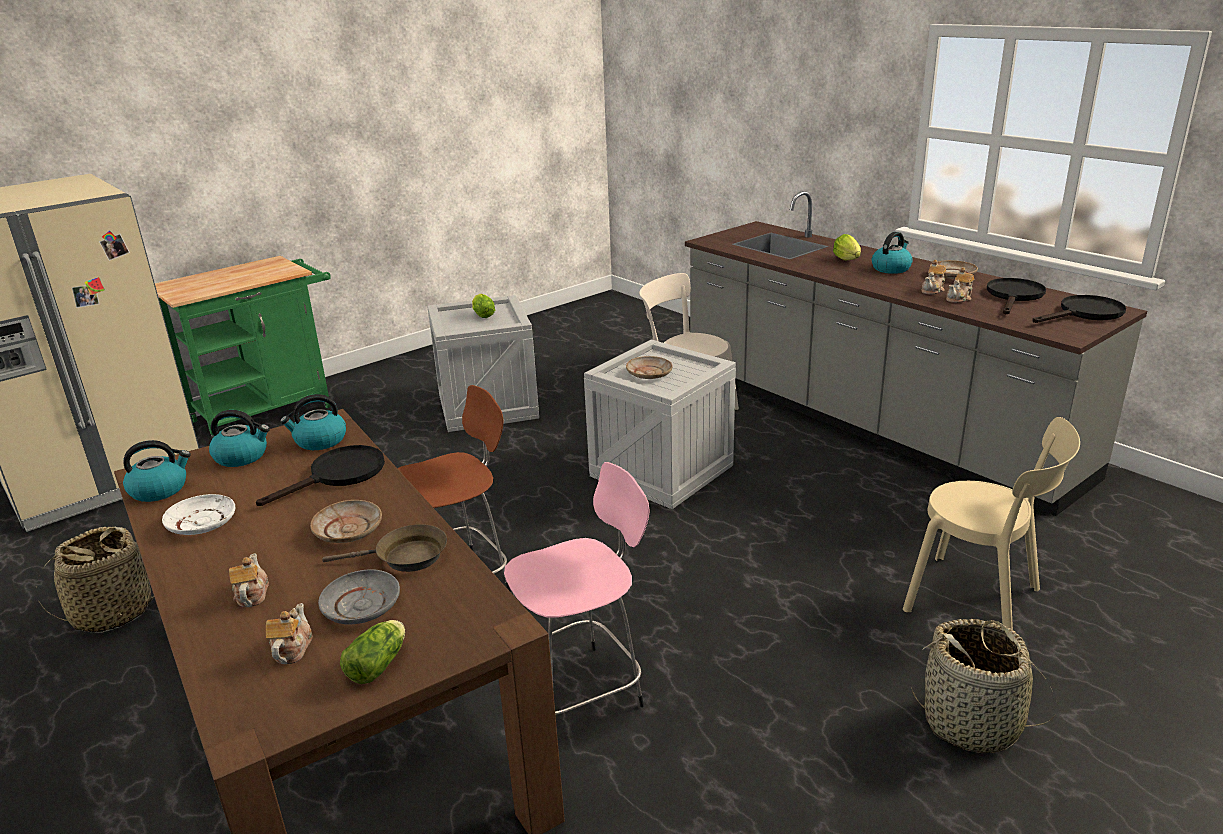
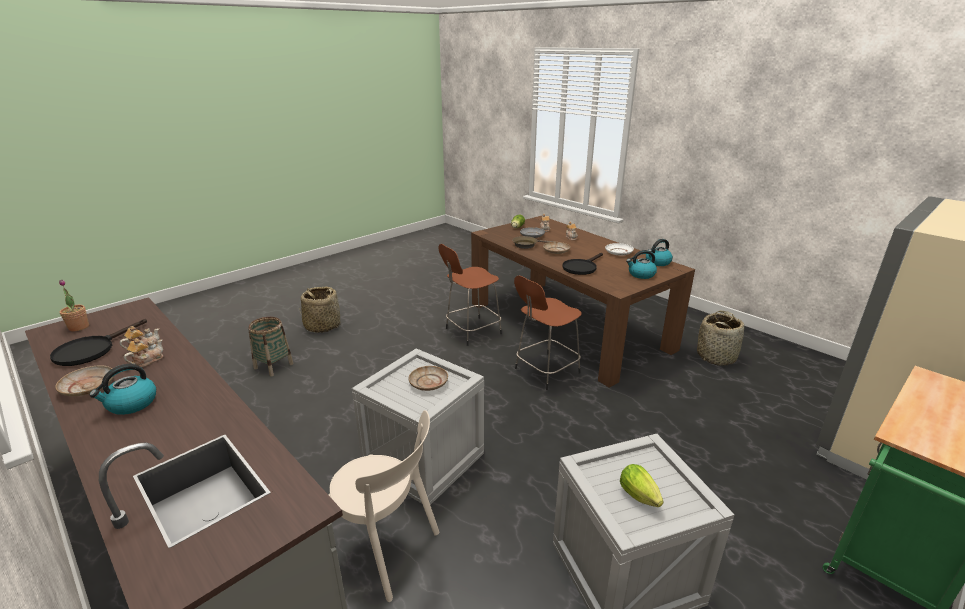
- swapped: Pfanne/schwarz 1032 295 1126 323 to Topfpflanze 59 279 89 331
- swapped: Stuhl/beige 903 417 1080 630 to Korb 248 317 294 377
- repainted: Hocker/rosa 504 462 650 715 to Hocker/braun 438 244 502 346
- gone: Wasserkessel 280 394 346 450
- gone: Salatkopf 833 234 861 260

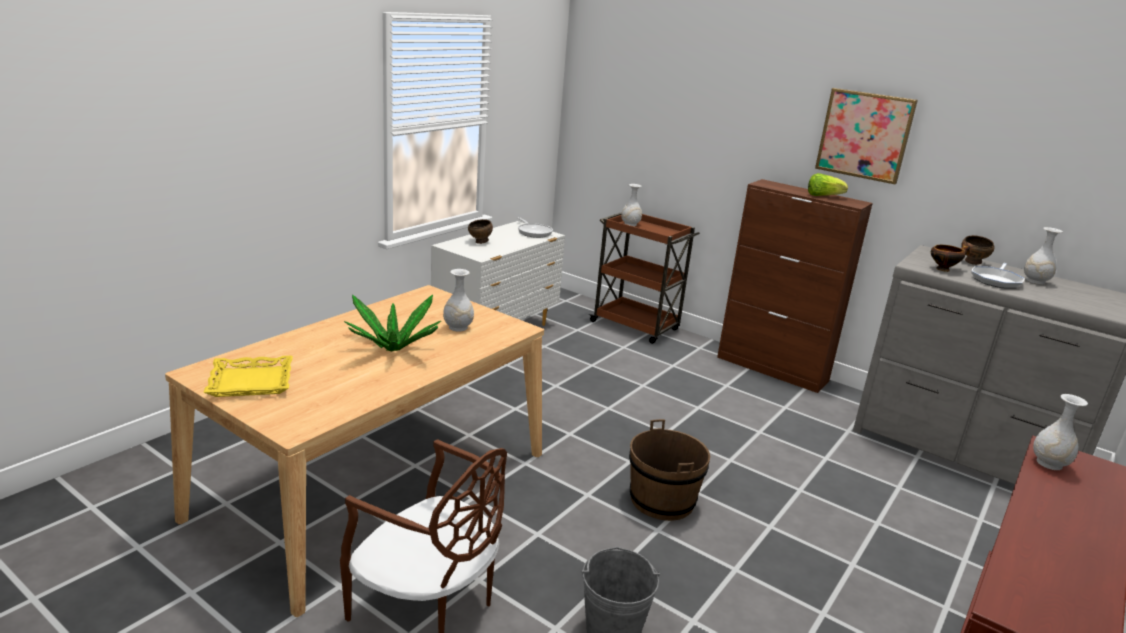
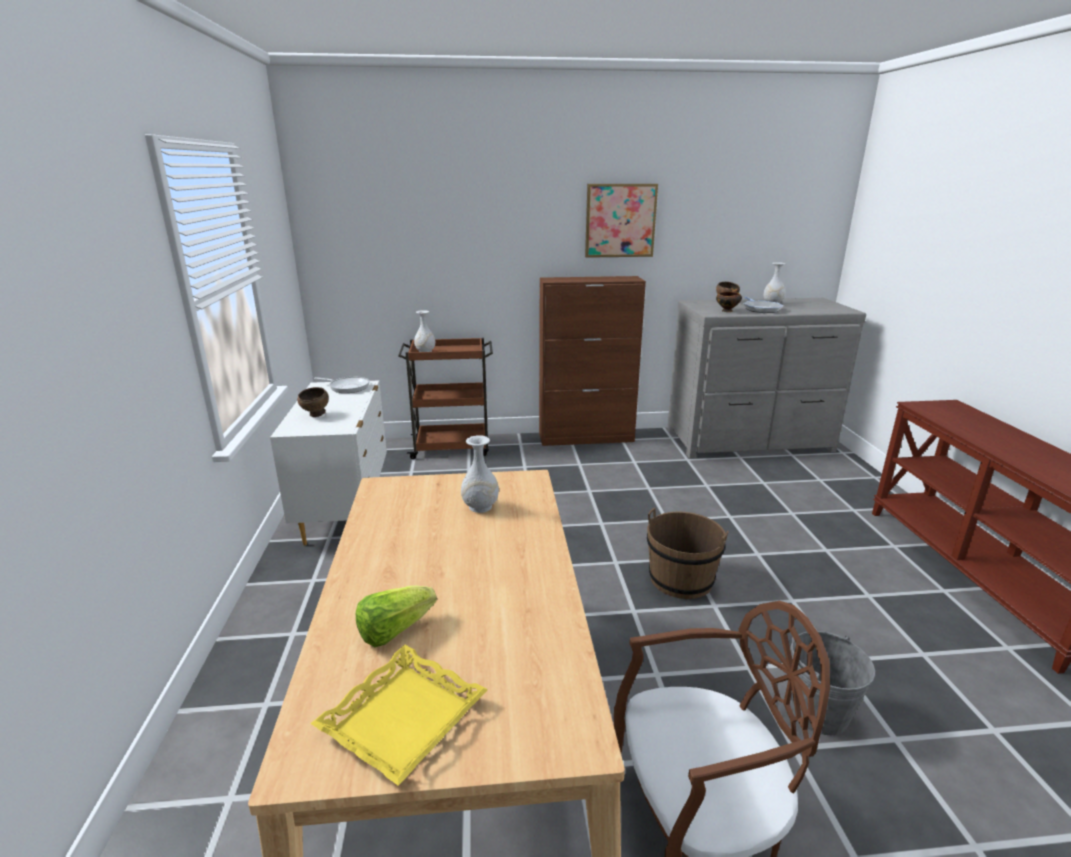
- shifted: Salatkopf 808 173 848 196 to 356 585 437 647
- gone: Topfpflanze 344 294 441 351
- gone: Vase/weiß 1033 394 1088 470

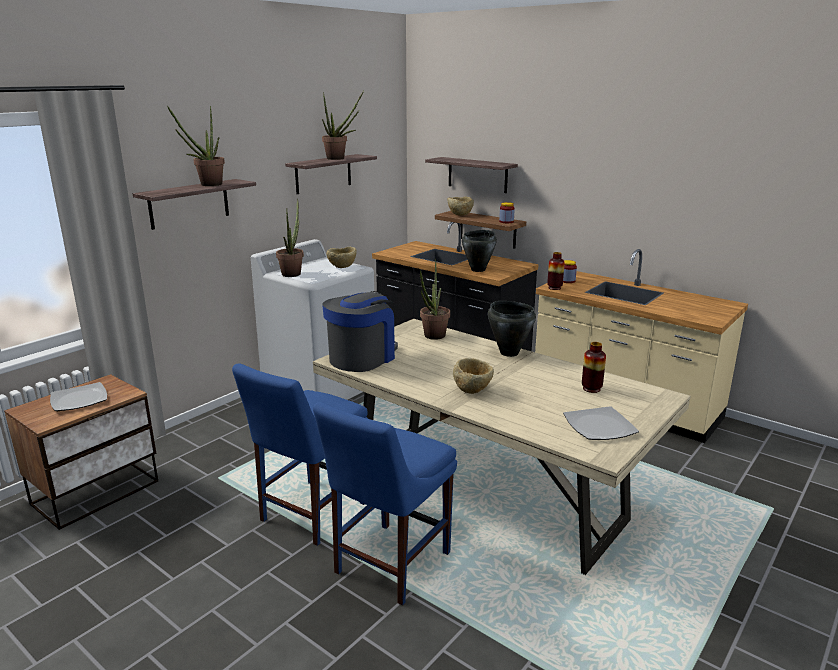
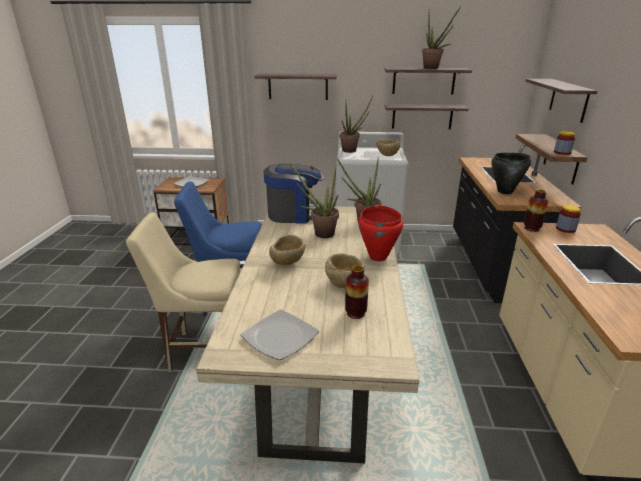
- repainted: Stuhl/blau 313 402 457 606 to Stuhl/beige 126 212 240 372
- shifted: Topfpflanze 167 106 225 186 to 289 162 339 238
- shifted: Schüssel/beige 447 197 474 216 to 325 253 365 288
- repainted: Kochtopf/schwarz 488 301 536 357 to Kochtopf/rot 358 205 403 261
- new: Wandregal 384 104 469 129

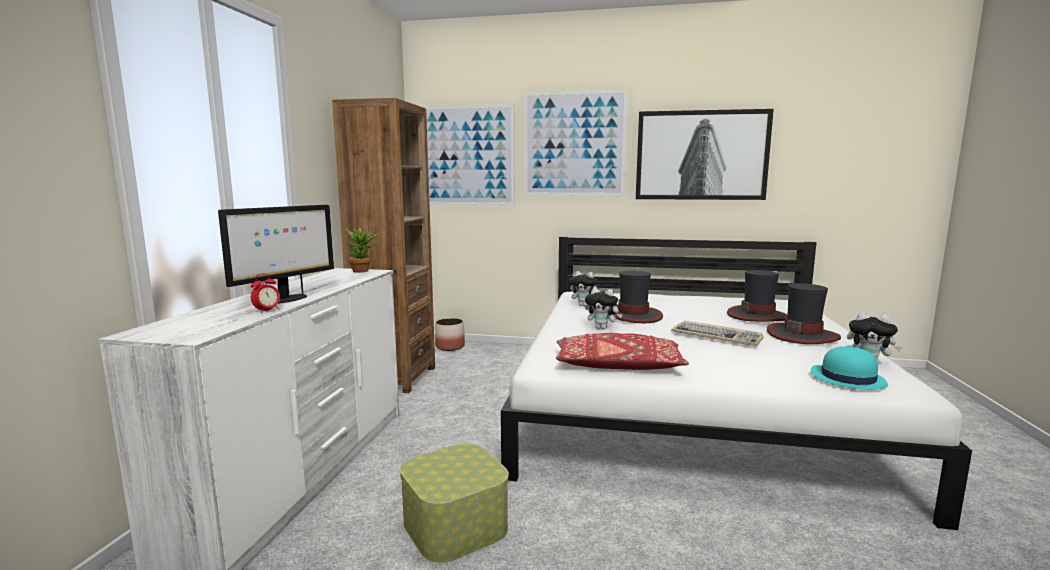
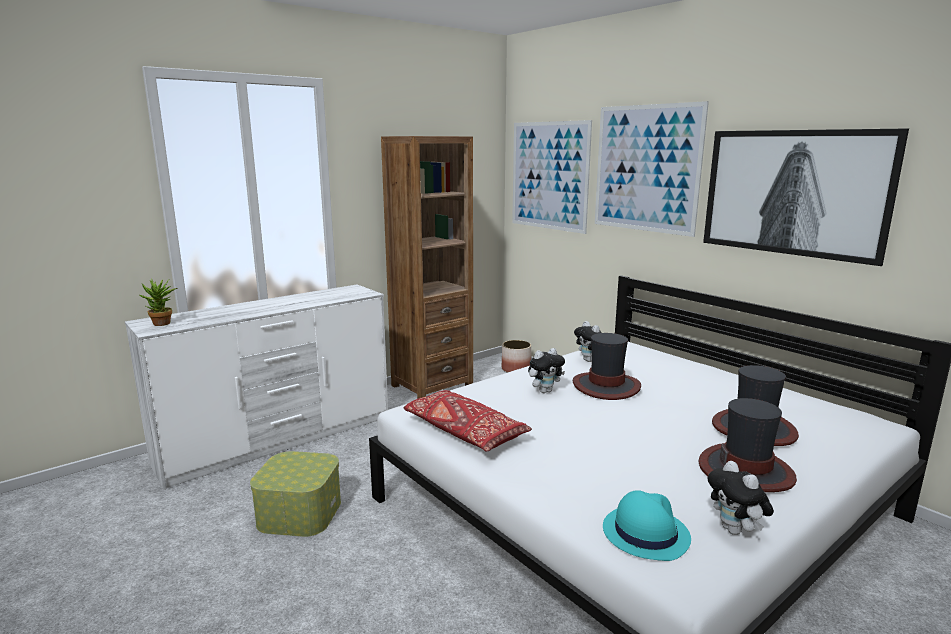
- shifted: Topfpflanze 346 228 379 273 to 140 279 177 326
- rotated: Plüschtier 585 288 623 329 = 528 348 565 393 90 degrees counterclockwise
- gone: Monitor 218 205 334 304
- gone: Wecker 251 273 280 313
- gone: Tastatur 671 321 764 346

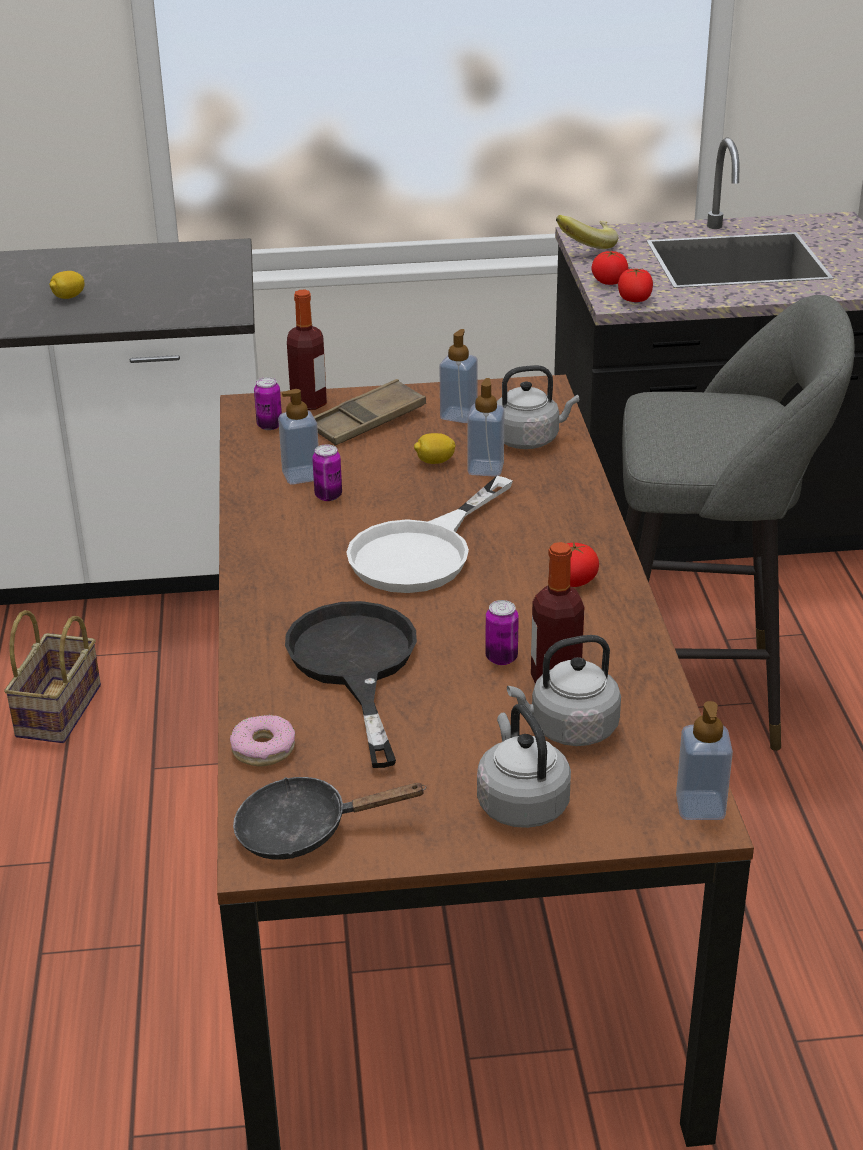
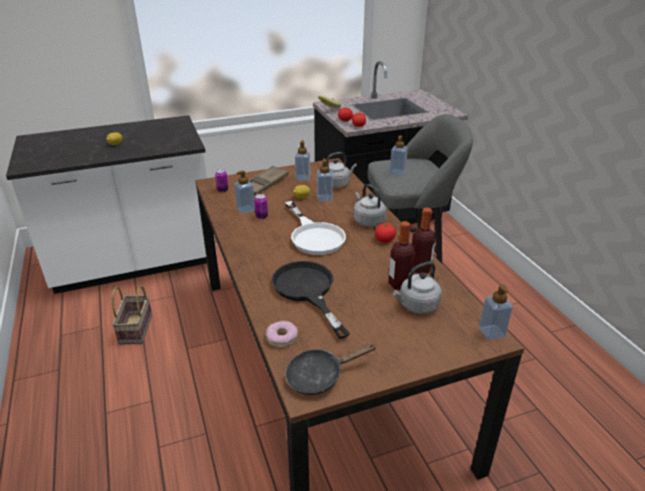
- rotated: Pfanne/weiß 346 476 513 593 = 285 201 346 255 45 degrees counterclockwise
- shifted: Wasserkessel/grau 477 704 571 828 to 354 184 386 227
- new: Seifenspender 390 135 408 176
- shifted: Flasche 287 290 327 410 to 412 208 436 274
- gone: Dose 485 600 519 665

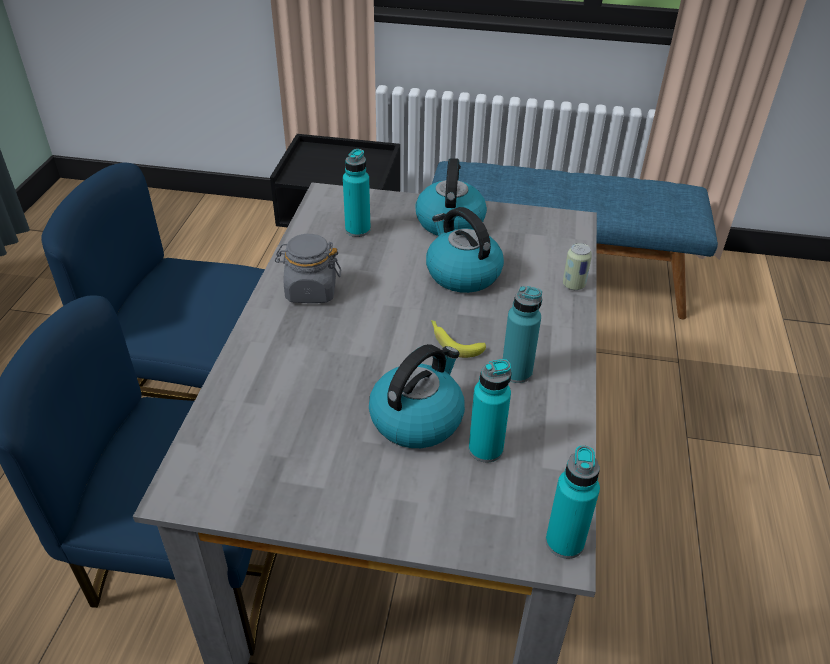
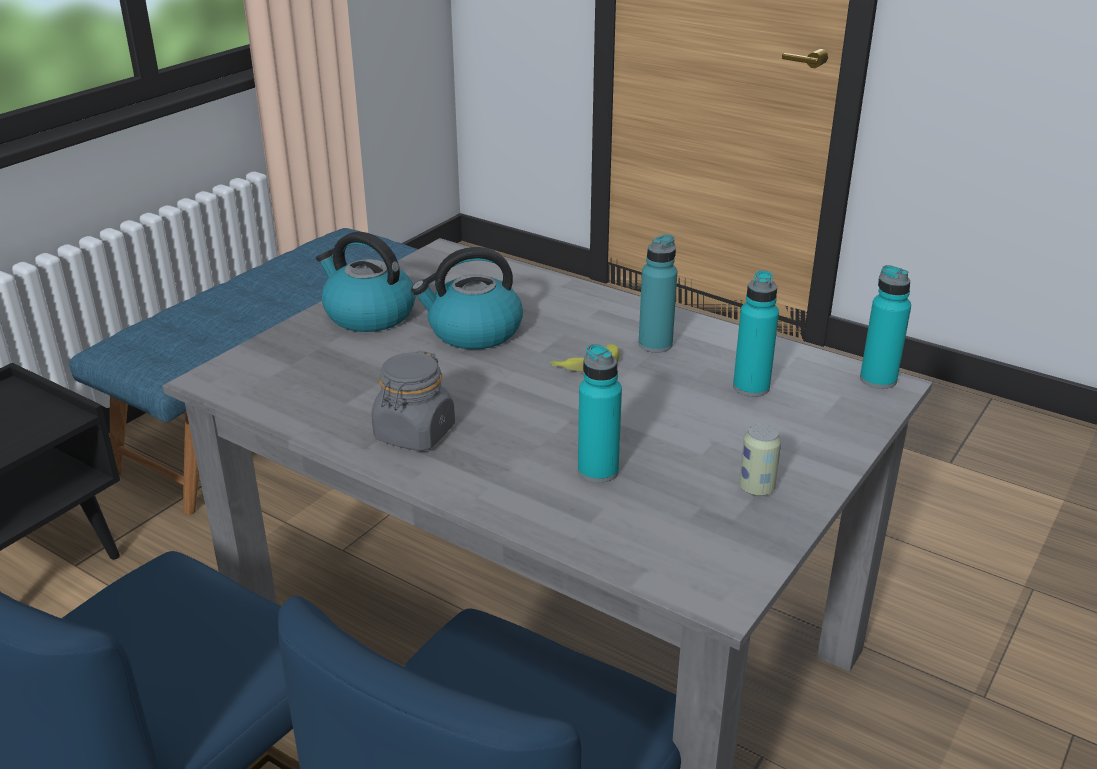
- shifted: Flasche/türkis 343 149 371 237 to 578 344 622 483
- shifted: Dose 563 243 592 290 to 739 424 781 496
- gone: Wasserkessel 369 344 465 448

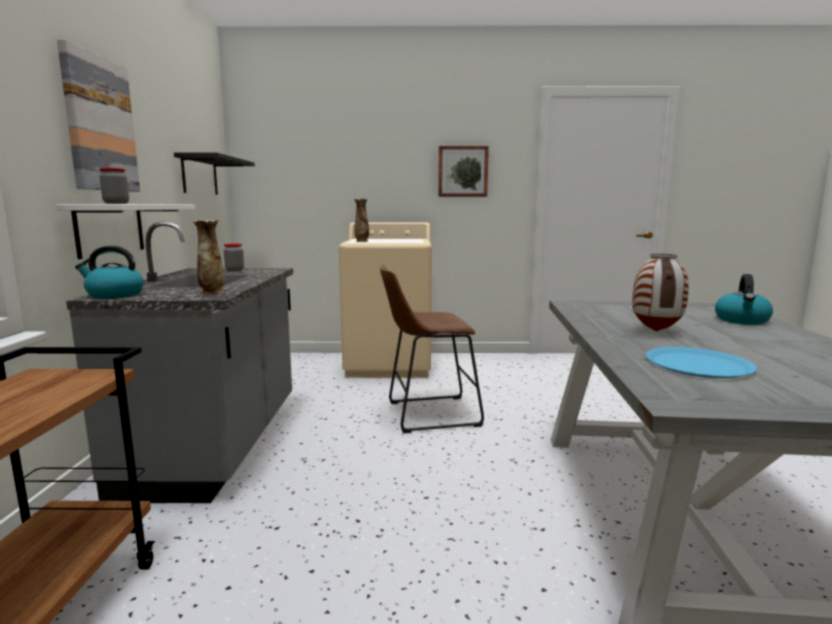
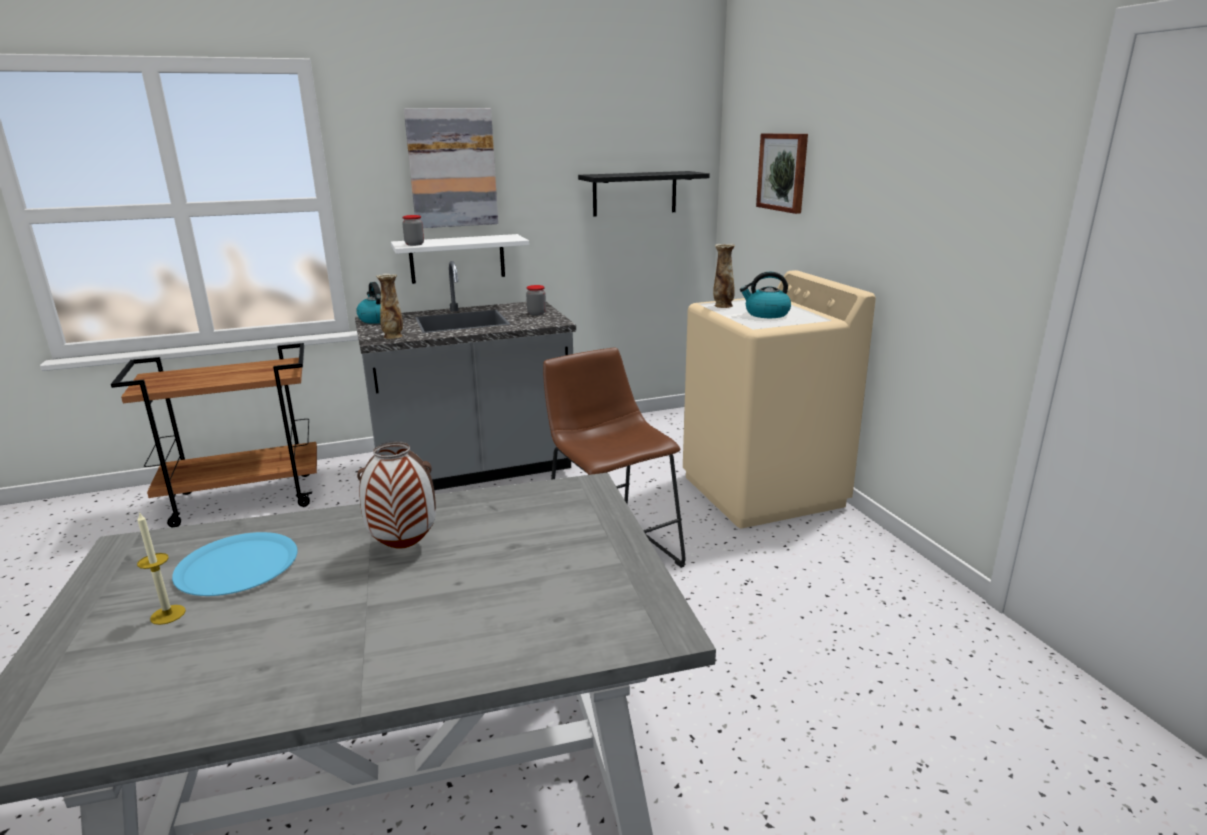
- new: Kerze 137 512 186 625
- shifted: Wasserkessel 715 274 773 325 to 740 272 791 318
- shifted: Bild 438 146 489 197 to 756 133 808 214

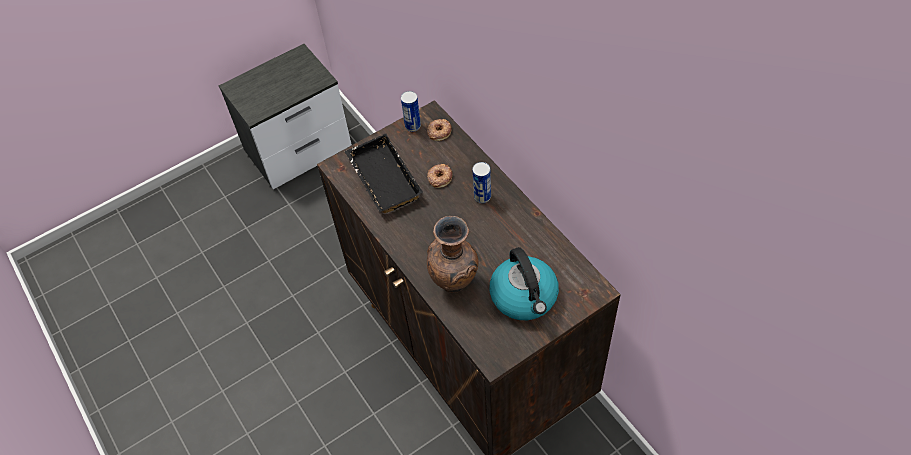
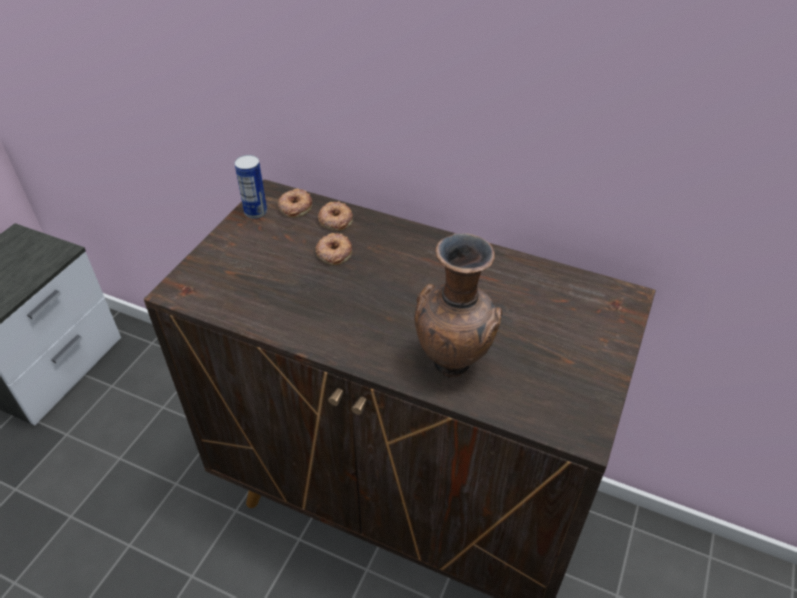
- new: Donut 318 201 353 231
- gone: Tablett/schwarz 345 133 423 213
- gone: Dose 473 162 491 203
- gone: Wasserkessel 489 247 559 320

